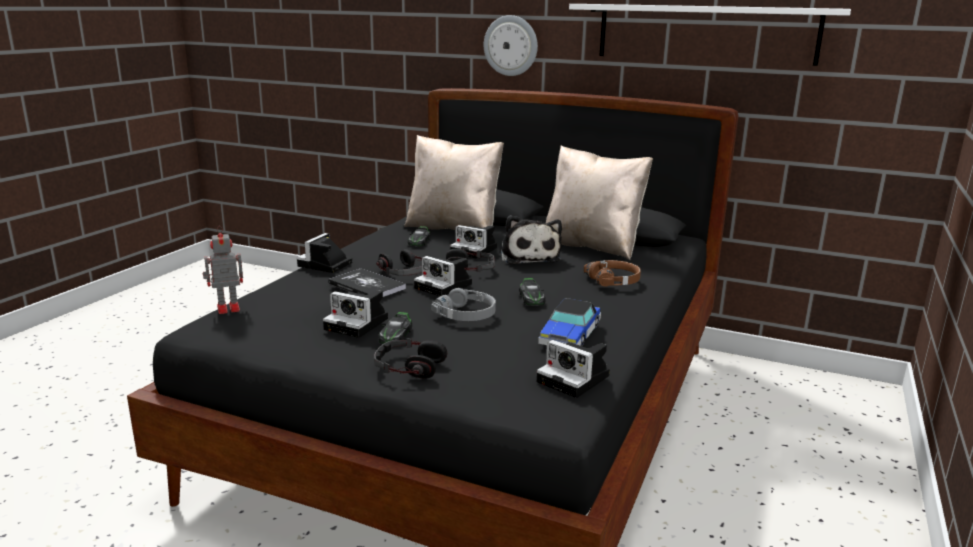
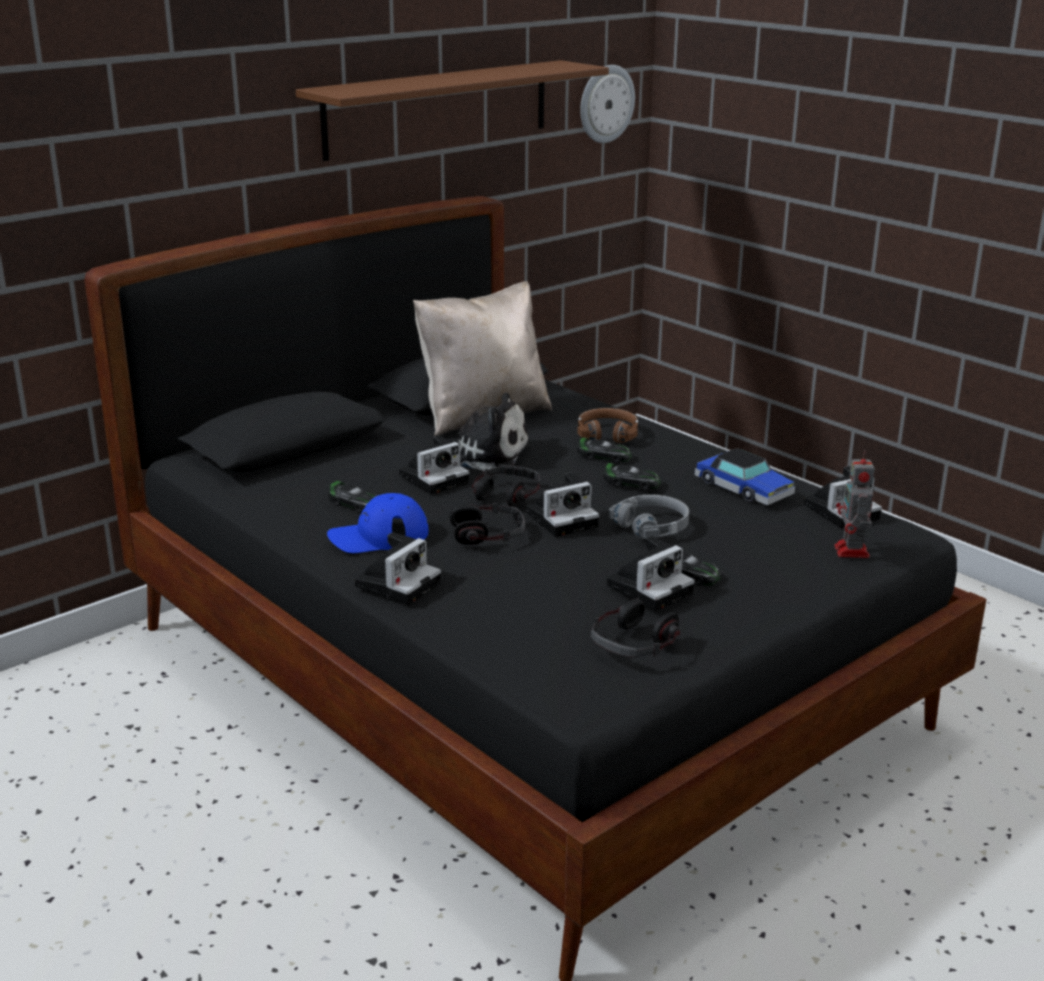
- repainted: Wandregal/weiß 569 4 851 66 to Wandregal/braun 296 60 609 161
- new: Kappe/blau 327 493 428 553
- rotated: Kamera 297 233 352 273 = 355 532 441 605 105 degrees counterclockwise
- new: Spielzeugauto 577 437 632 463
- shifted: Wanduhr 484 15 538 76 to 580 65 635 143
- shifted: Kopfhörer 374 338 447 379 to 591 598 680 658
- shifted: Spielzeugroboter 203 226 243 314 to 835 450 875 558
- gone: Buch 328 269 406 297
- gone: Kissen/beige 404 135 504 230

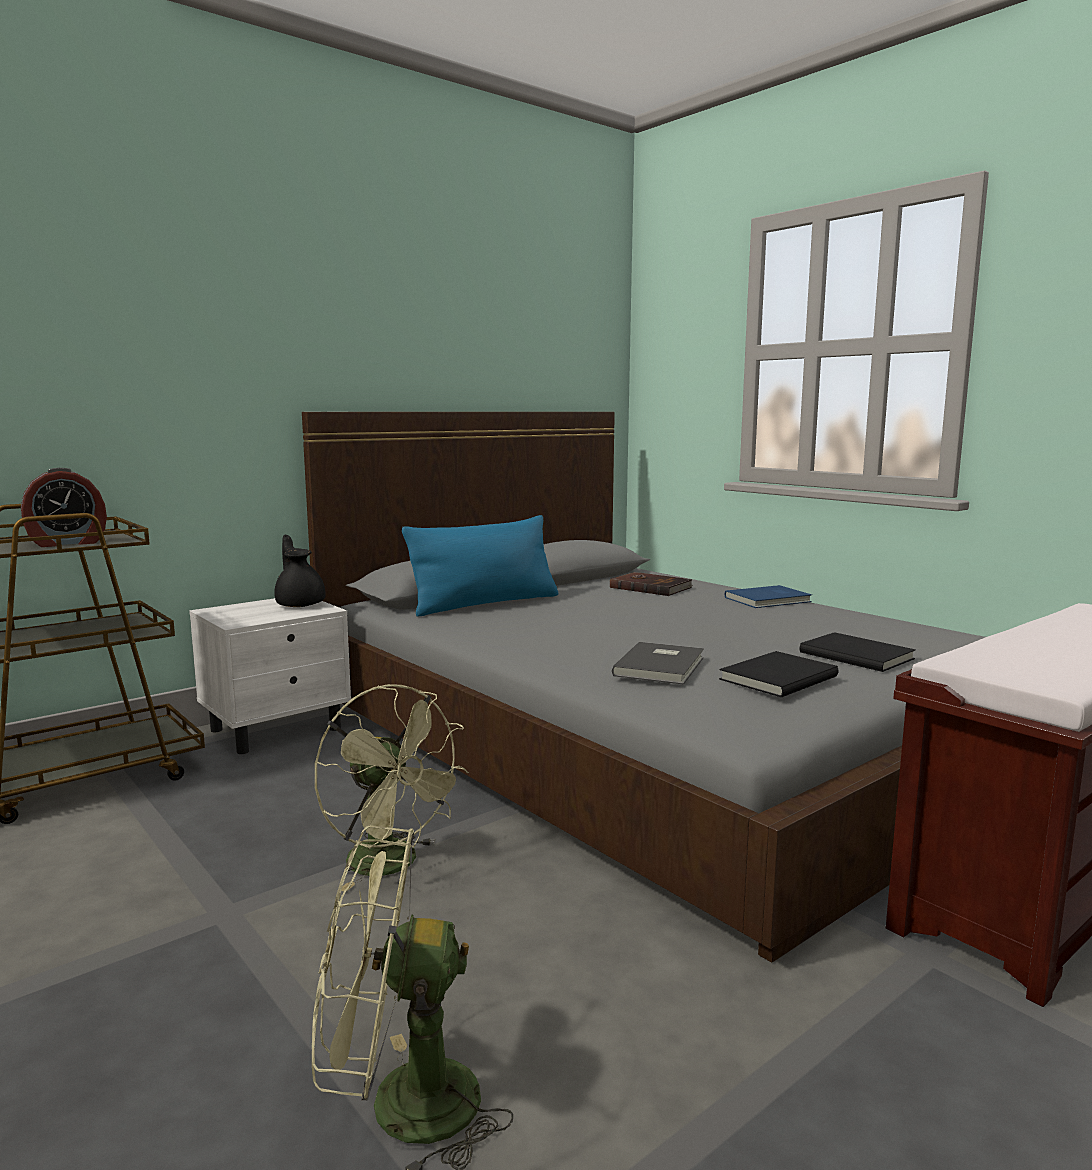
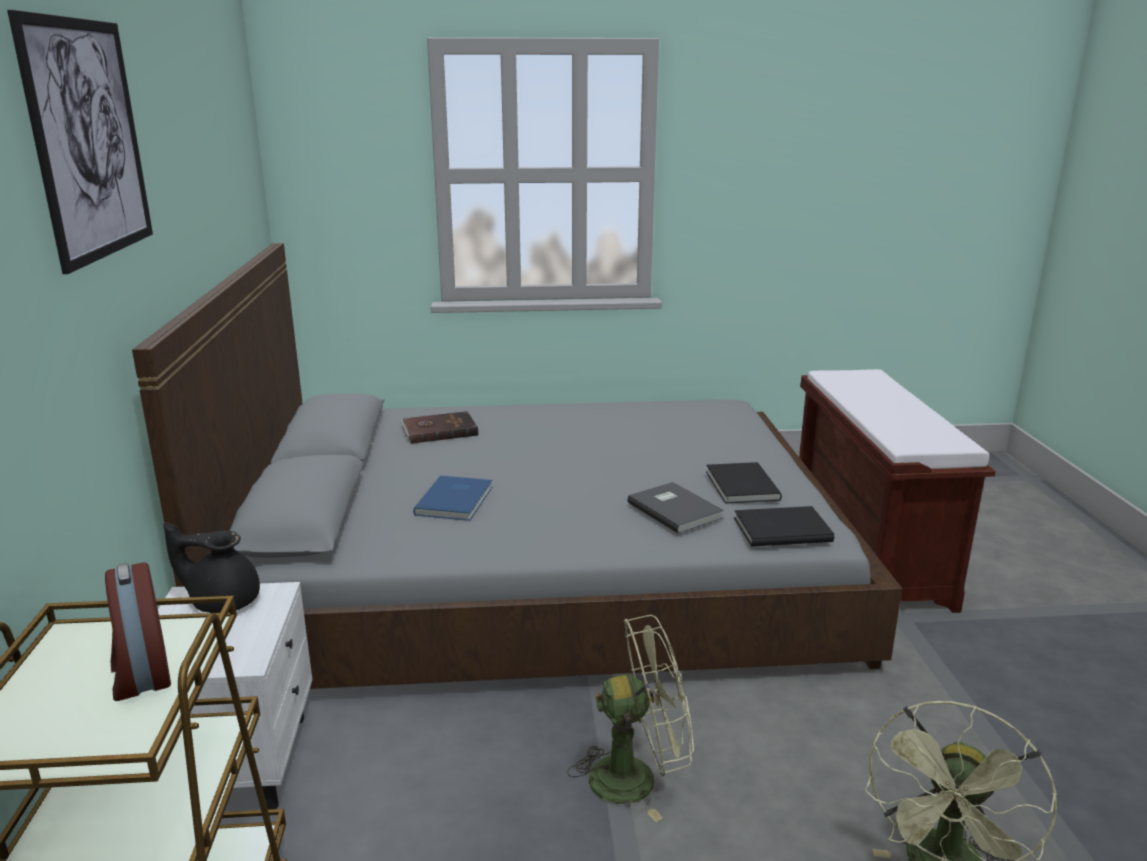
- new: Bild 7 10 153 274
- rotated: Wecker 21 468 107 547 = 105 562 171 701 150 degrees clockwise
- shifted: Buch/blau 725 585 812 608 to 413 476 492 521
- shifted: Buch/schwarz 800 632 916 672 to 734 506 834 547
- gone: Kissen/blau 402 515 558 617

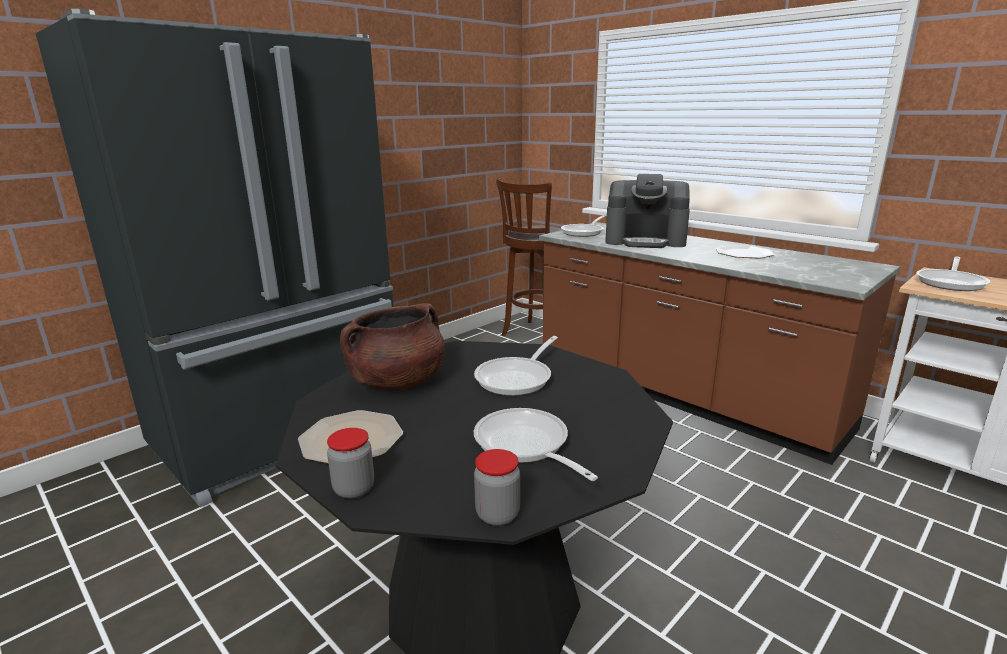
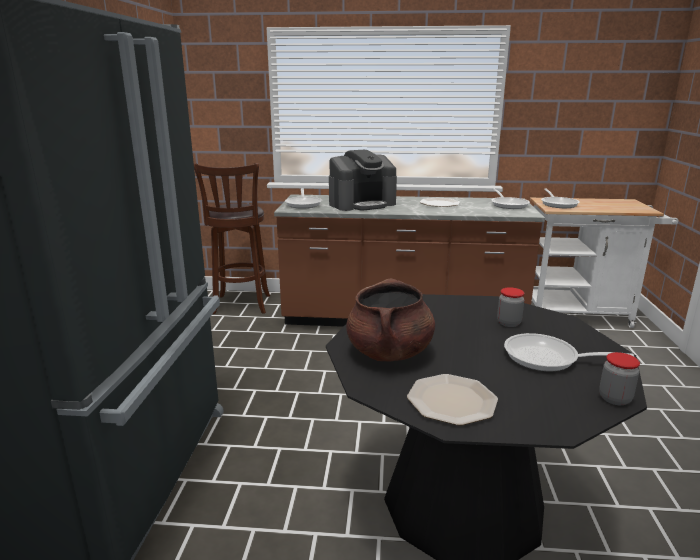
- shifted: Pfanne 474 336 558 396 to 491 189 530 209
- shifted: Vorratsglas 327 428 374 499 to 497 287 524 327

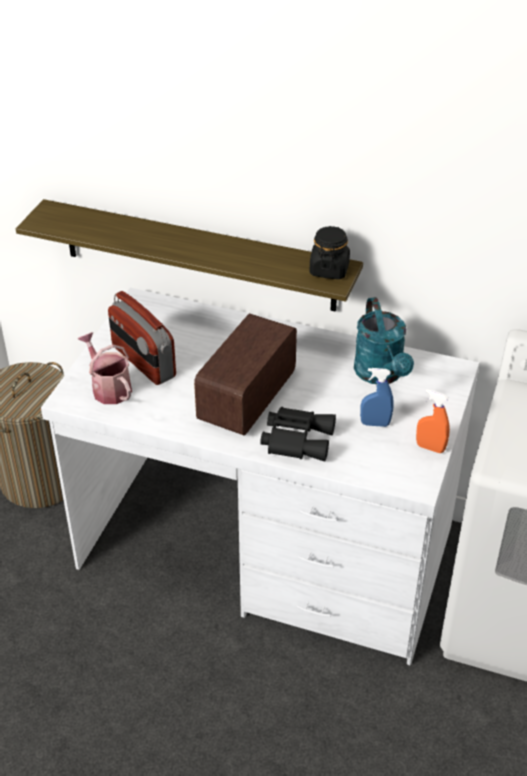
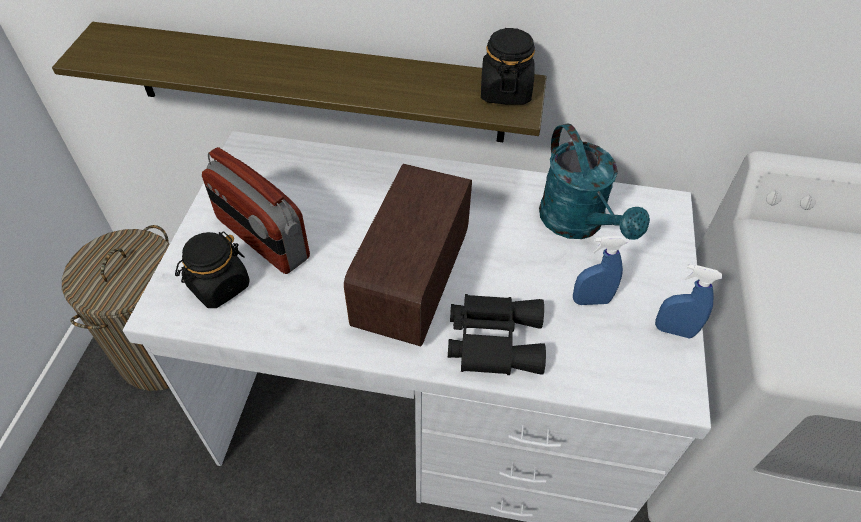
- swapped: Gießkanne 78 332 132 404 to Vorratsglas/schwarz 175 231 250 308
- repainted: Sprühflasche/orange 416 389 450 453 to Sprühflasche/blau 655 264 722 338

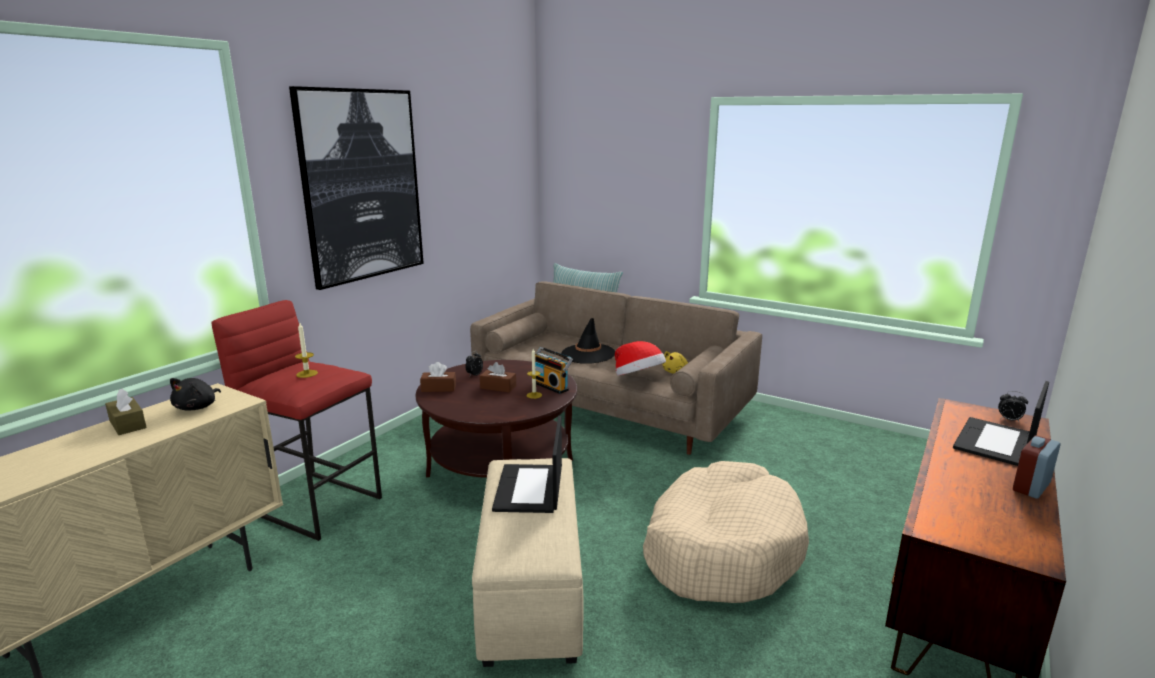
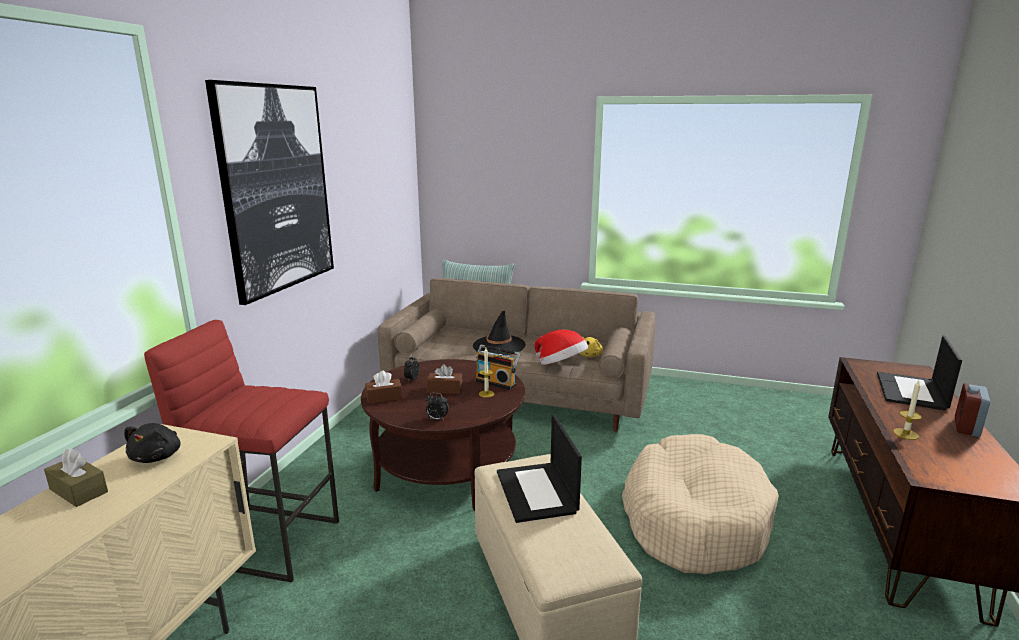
- shifted: Wecker 998 391 1028 421 to 425 393 449 420
- shifted: Kerze 295 323 318 378 to 893 381 922 440

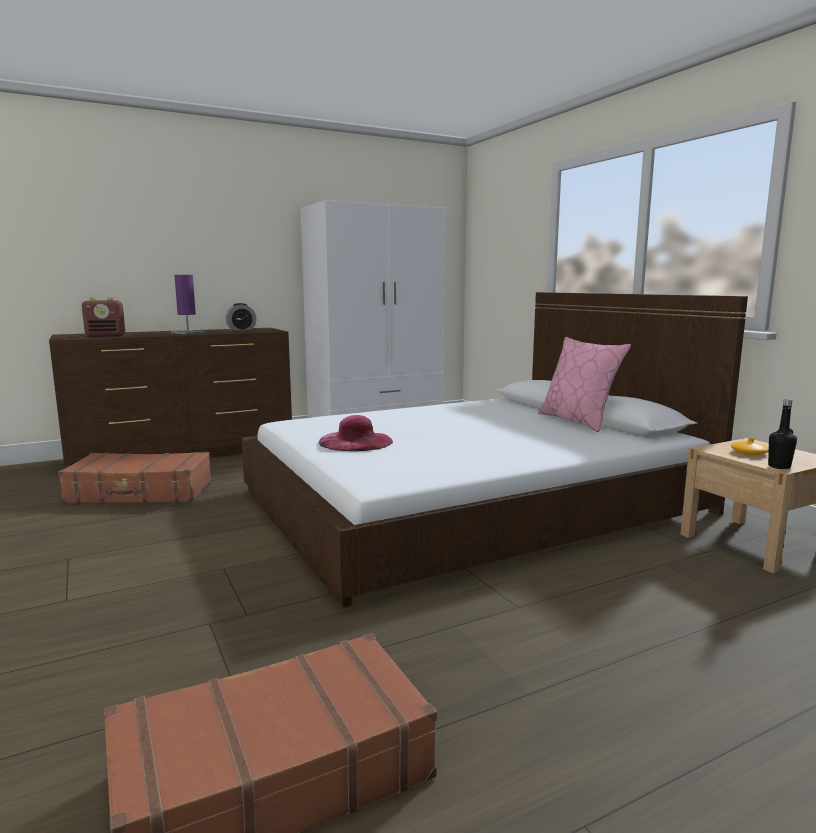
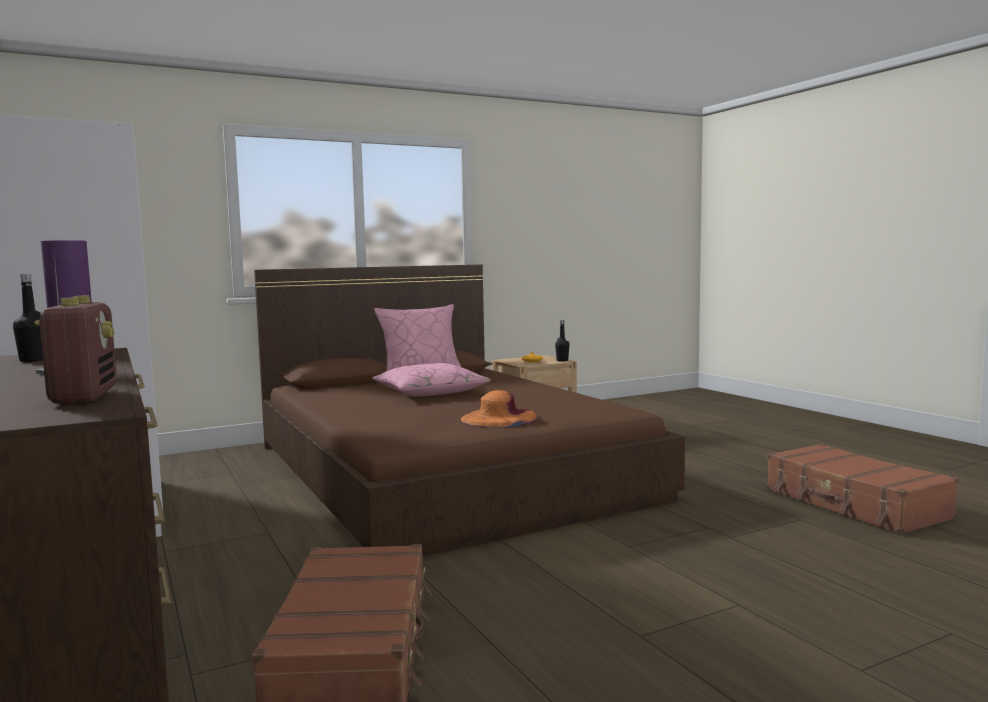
- swapped: Wecker 226 303 256 331 to Flasche/schwarz 13 274 43 362
- repainted: Bett/weiß 242 292 748 607 to Bett/braun 254 264 685 556
- new: Kissen/rosa 372 363 491 397
- repainted: Hut/rosa 319 415 393 451 to Hut/orange 460 390 537 427

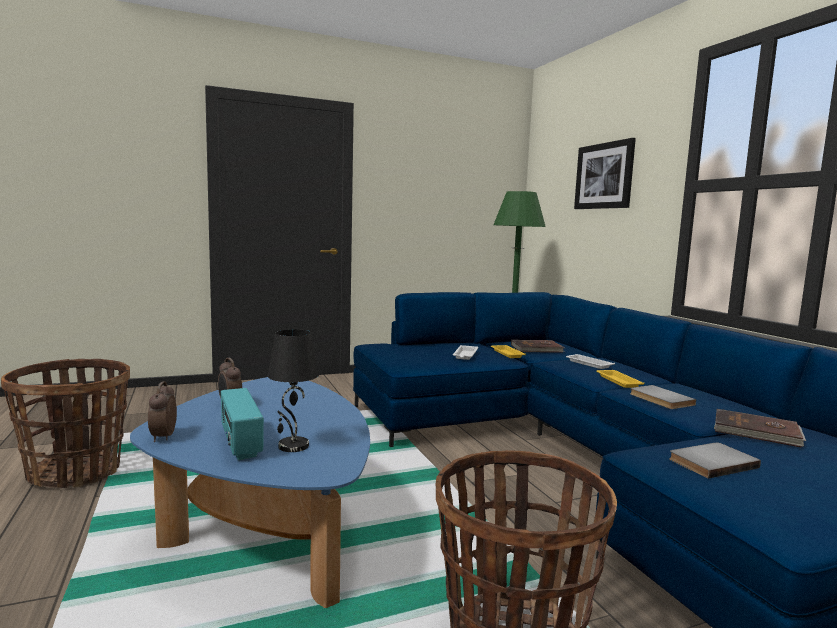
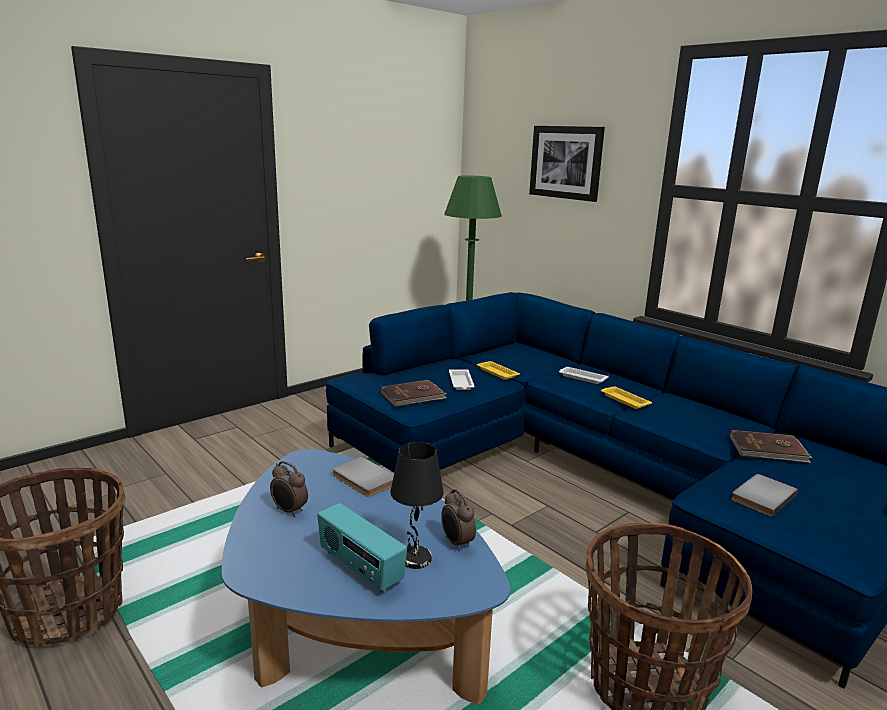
- shifted: Buch/grau 630 385 696 409 to 332 456 394 497
- shifted: Buch/braun 511 340 565 353 to 380 380 447 407
- shifted: Wecker 148 381 177 442 to 441 489 476 551

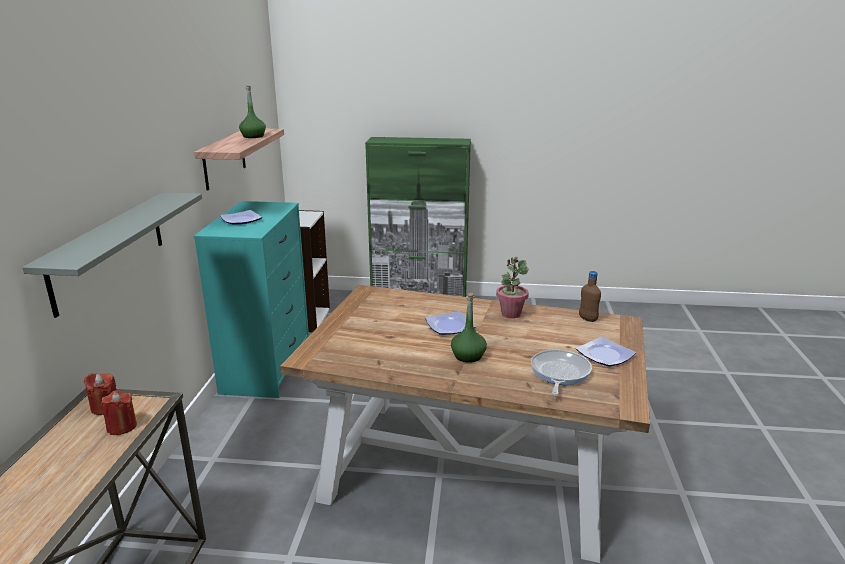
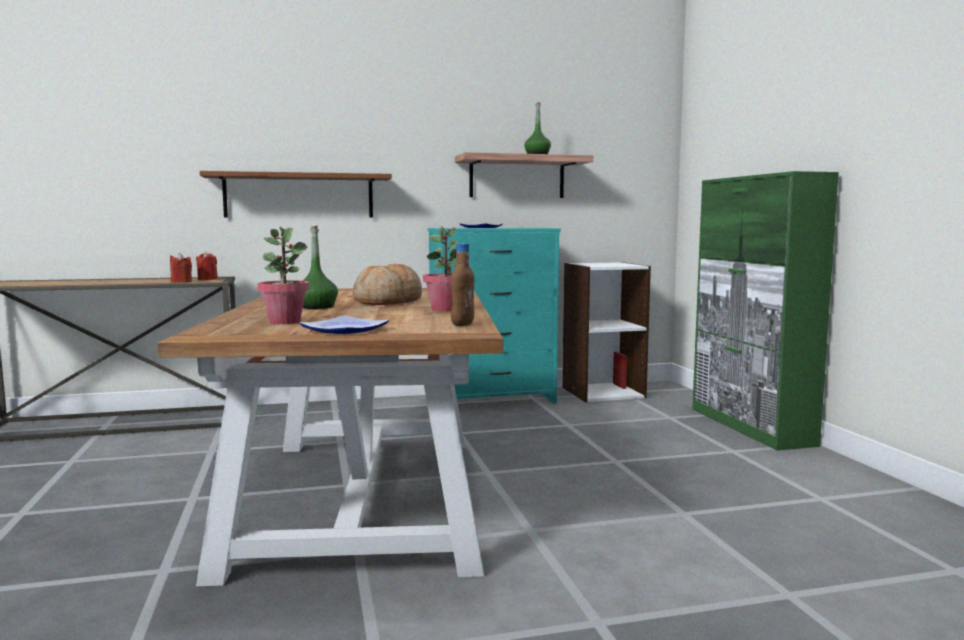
- repainted: Wandregal/grau 22 193 202 318 to Wandregal/braun 199 171 392 218
- swapped: Pfanne 531 350 592 395 to Topfpflanze 257 227 309 325
- swapped: Teller 425 311 476 335 to Brot 353 264 422 305

